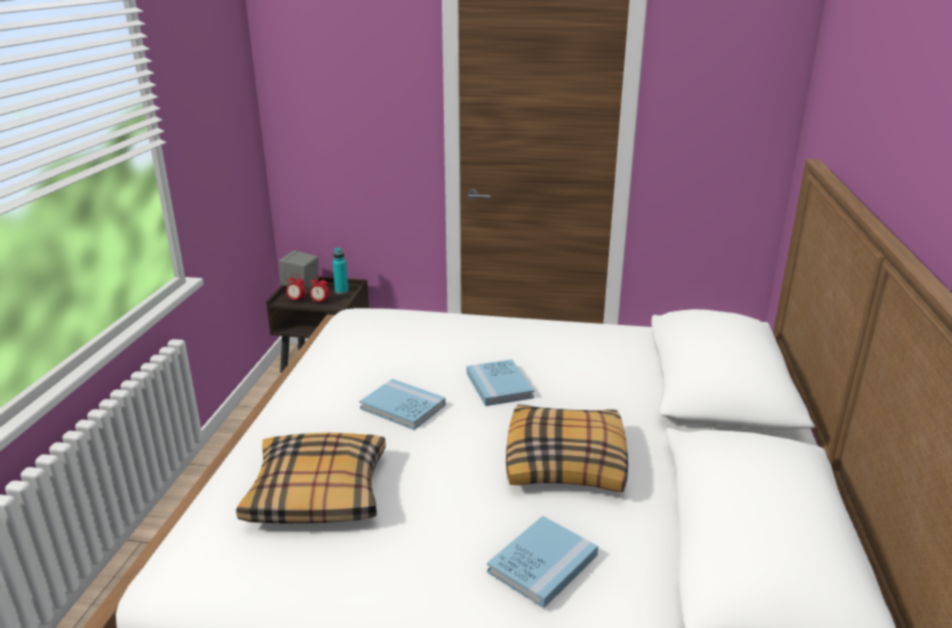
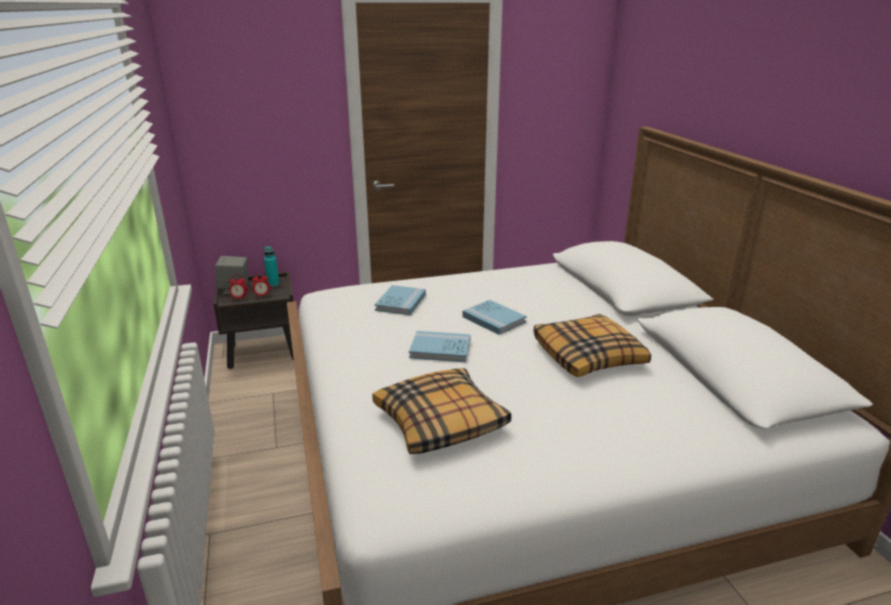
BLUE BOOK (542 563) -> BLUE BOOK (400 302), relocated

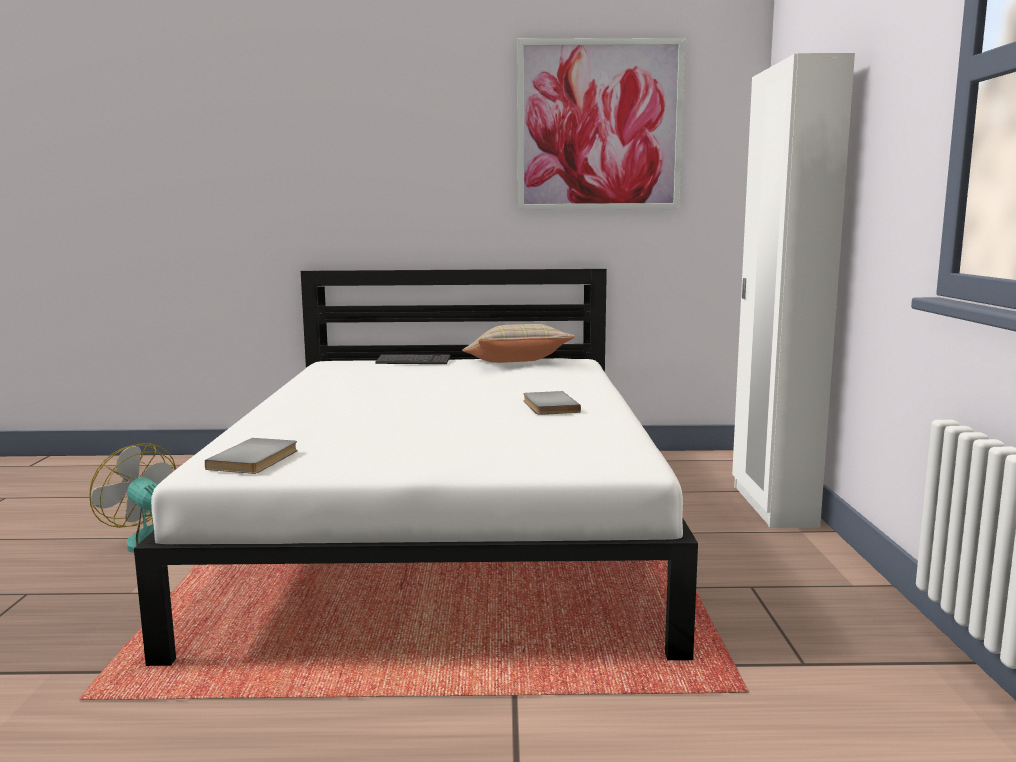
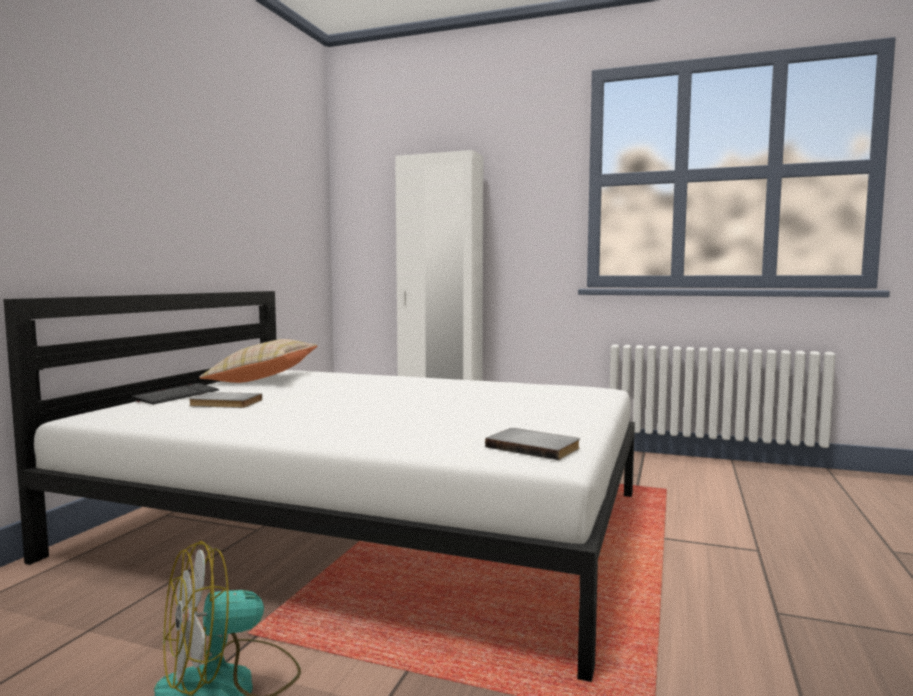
GREY BOOK (548 406) -> GREY BOOK (224 403), relocated
PICTURE (599 126) -> none

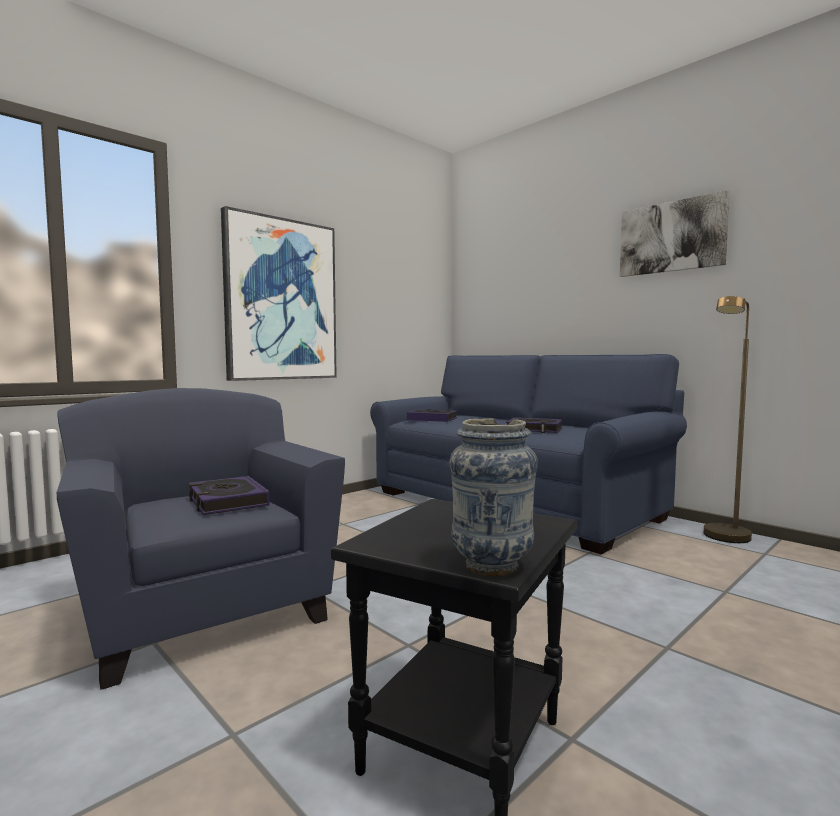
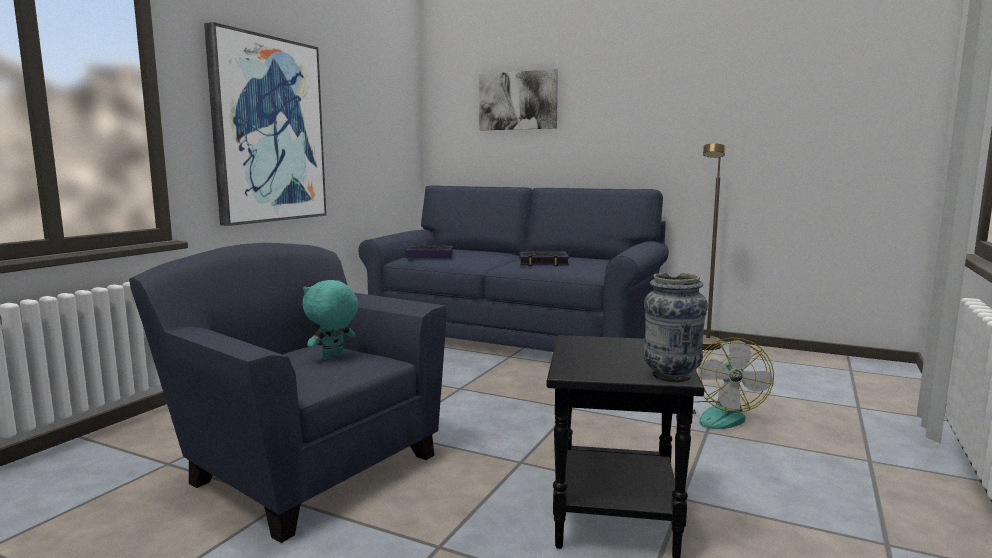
BOOK (227 501) -> TURQUOISE PLUSH TOY (333 357)
PICTURE (671 237) -> PICTURE (518 101), relocated
none -> FAN (719 415)

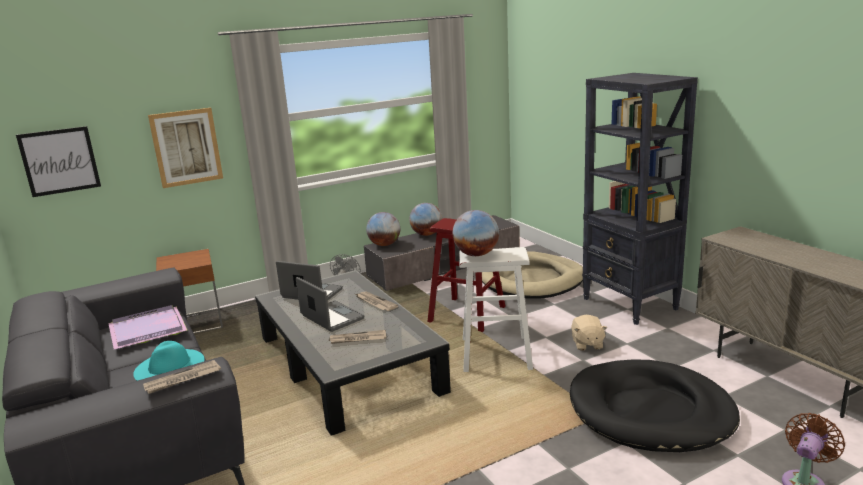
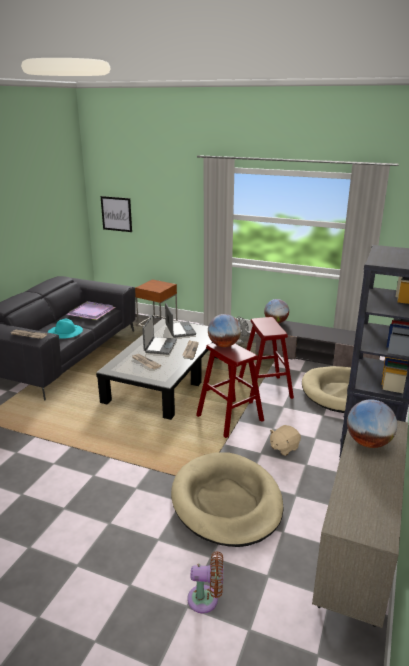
BLACK DOG BED (650 411) -> BEIGE DOG BED (226 502)
WHITE STOOL (495 354) -> RED STOOL (229 418)
GLOBE (426 234) -> GLOBE (368 442), relocated
PICTURE (186 147) -> none

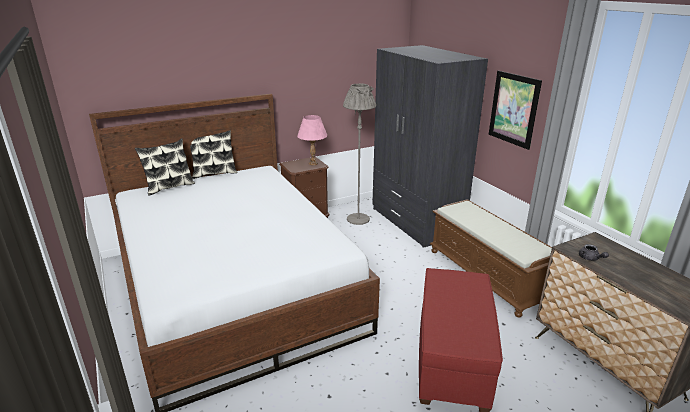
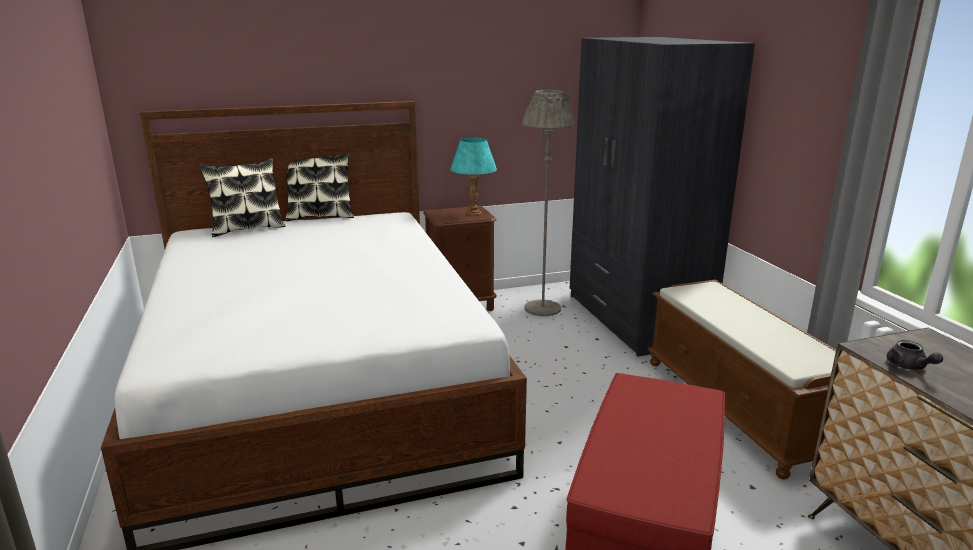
PINK TABLE LAMP (313 163) -> TURQUOISE TABLE LAMP (473 213)
PICTURE (514 109) -> none

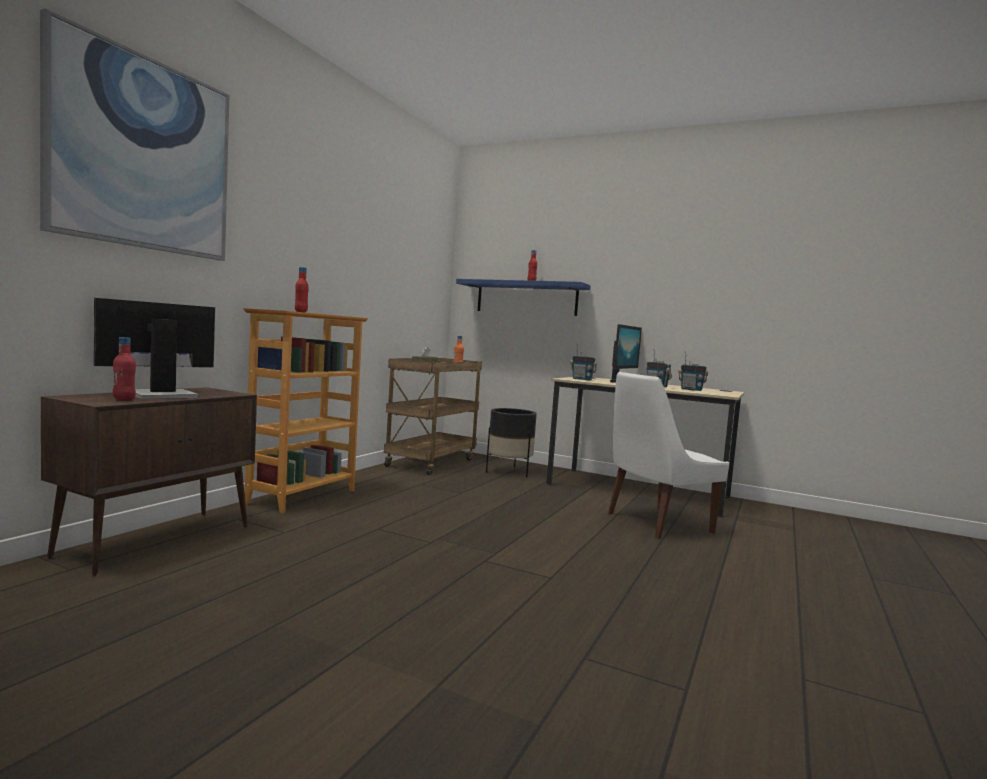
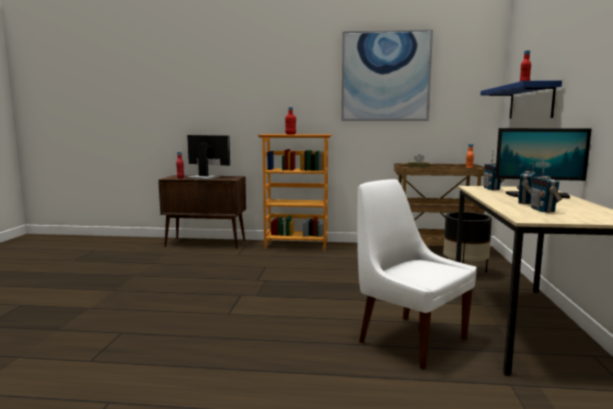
PICTURE (143 154) -> PICTURE (385 76), relocated

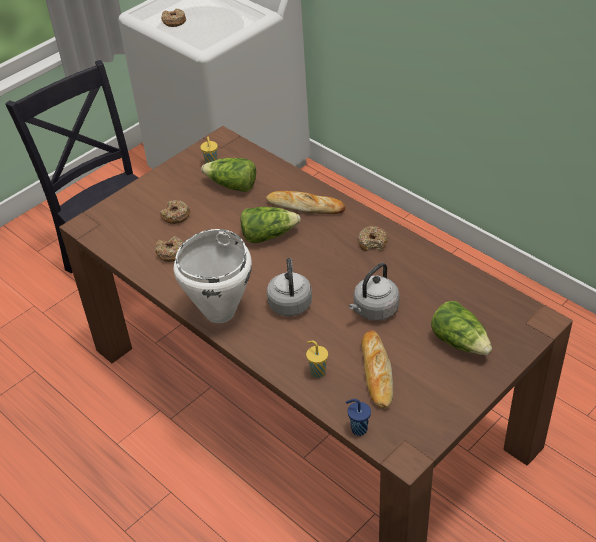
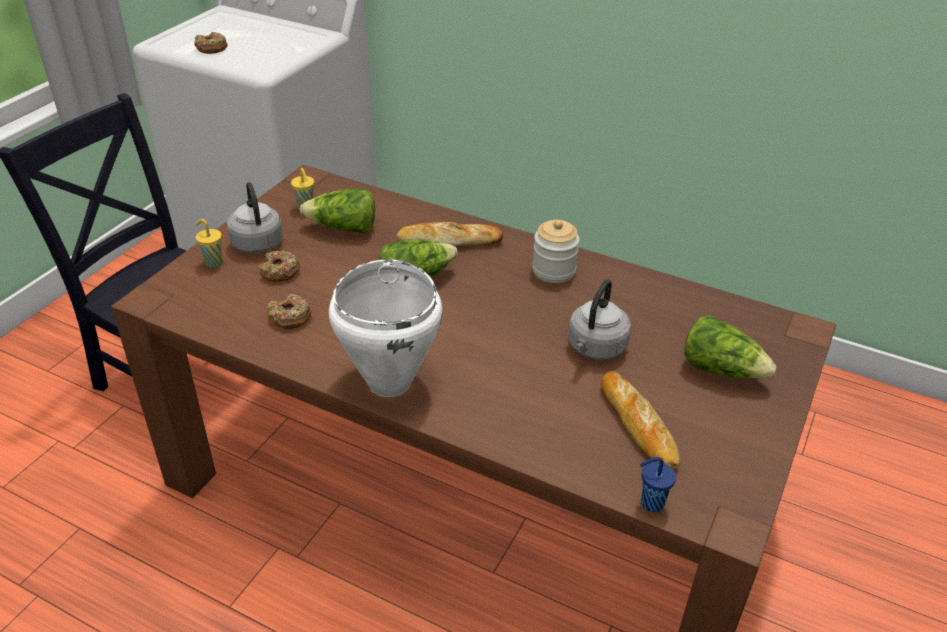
YELLOW CUP (317 372) -> YELLOW CUP (213 262), relocated
GREY KETTLE (290 302) -> GREY KETTLE (257 242), relocated
DONUT (372 243) -> JAR (553 271)

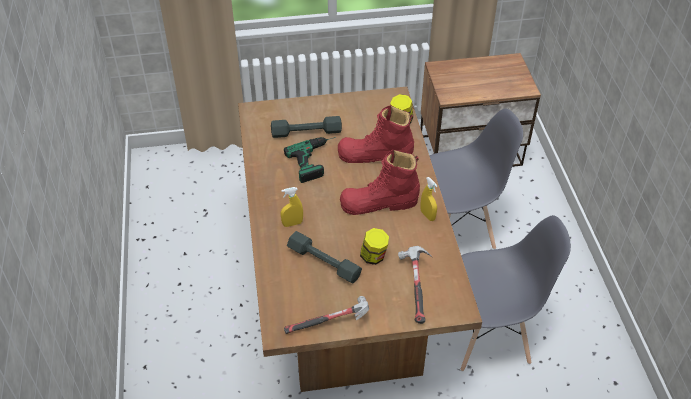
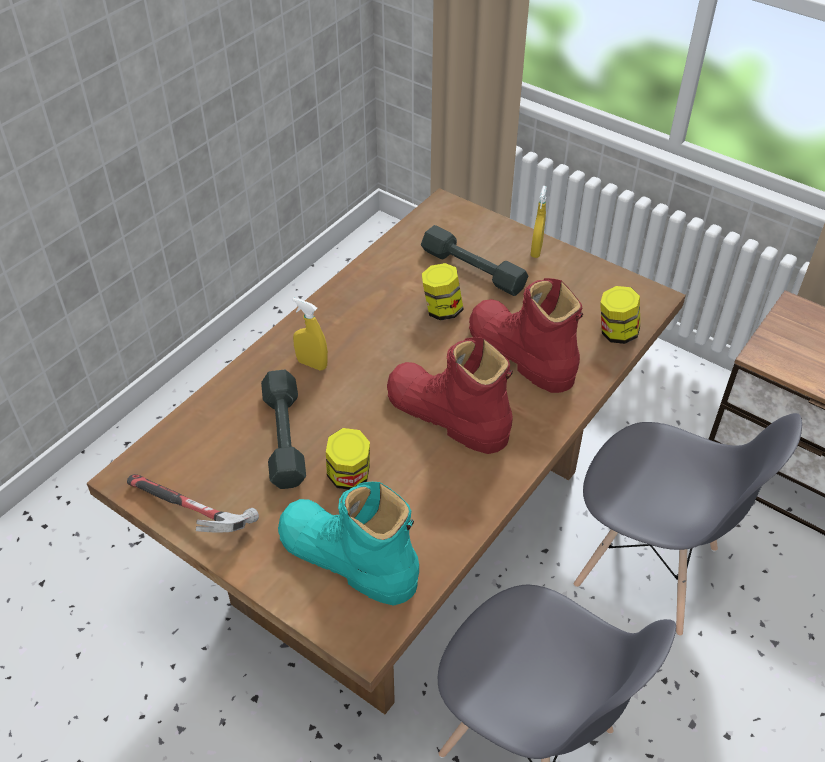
HAMMER (416 287) -> TURQUOISE BOOT (347 559)
POWER DRILL (317 160) -> JAR (442 310)
YELLOW SPRAY BOTTLE (427 215) -> YELLOW SPRAY BOTTLE (536 250), relocated

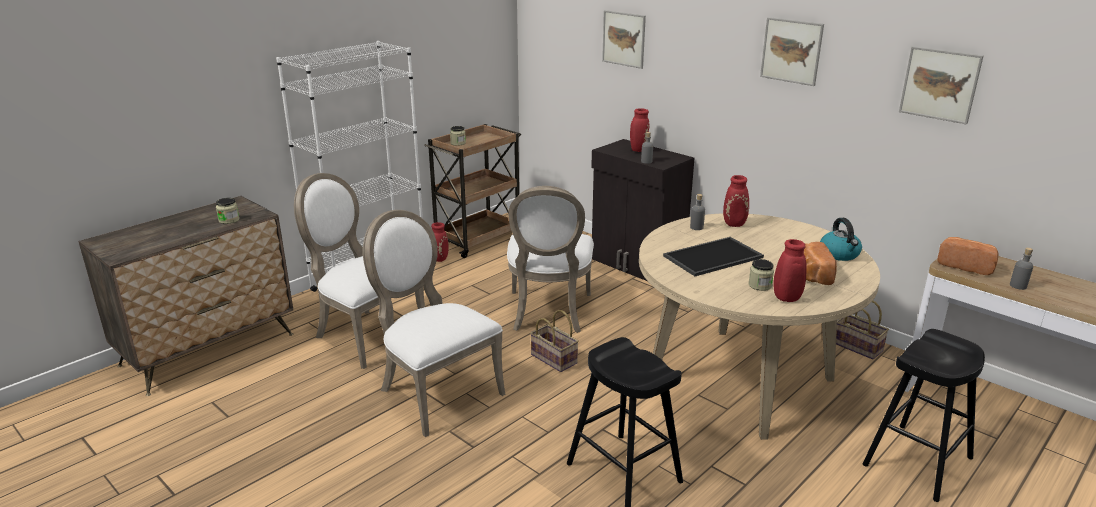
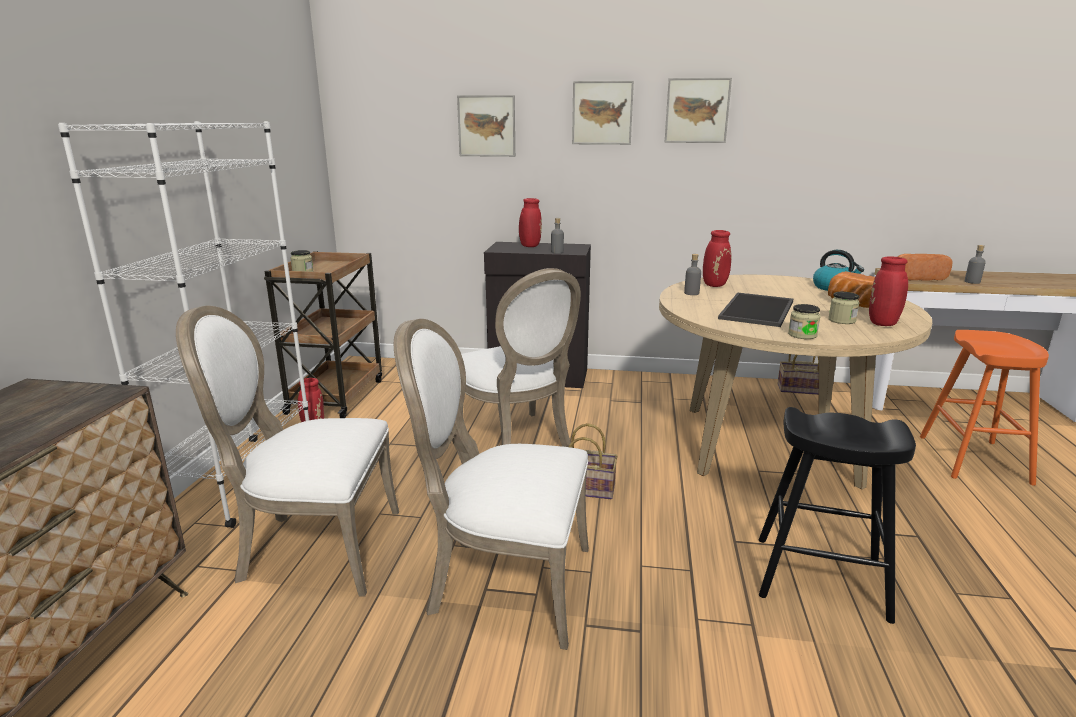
PICTURE (939 84) -> PICTURE (602 113), relocated
JAR (229 220) -> JAR (802 335), relocated
BLACK STOOL (918 461) -> ORANGE STOOL (973 459)

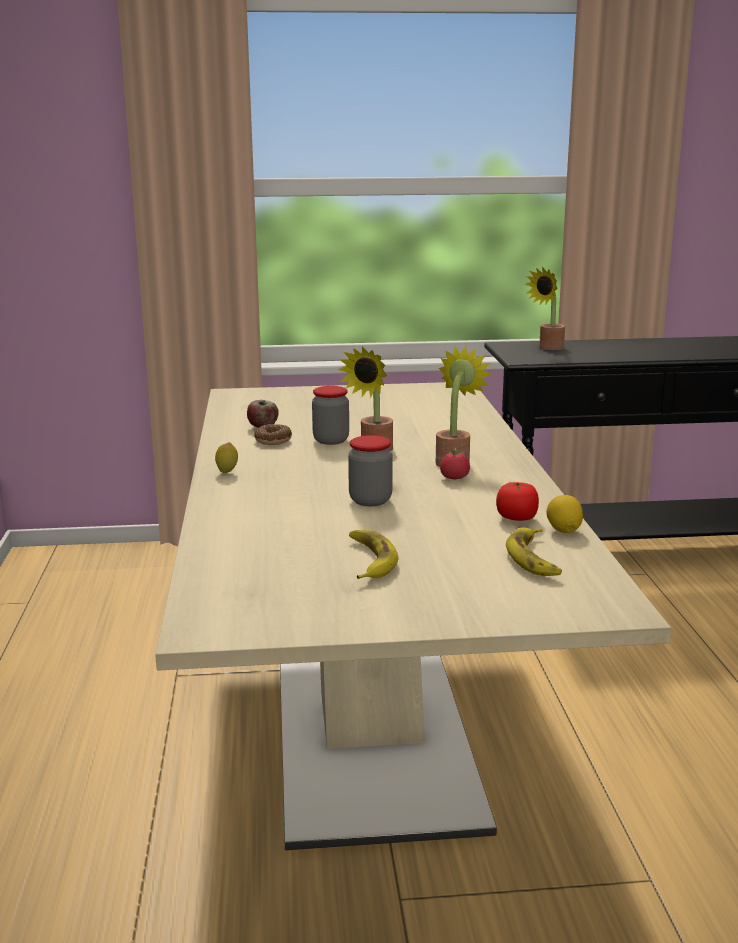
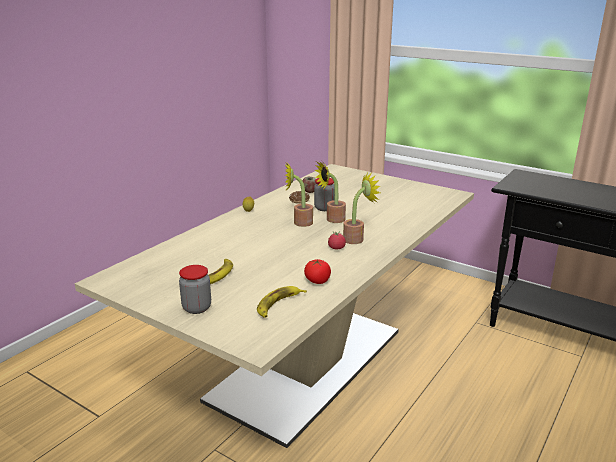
JAR (370 500) -> JAR (197 308), relocated
POTTED PLANT (548 348) -> POTTED PLANT (299 223), relocated
LEMON (563 531) -> none

